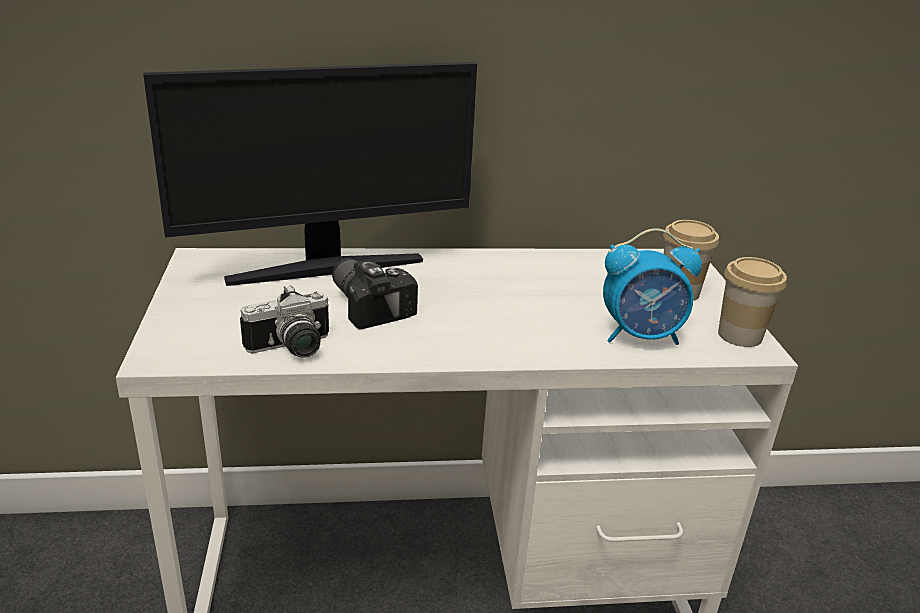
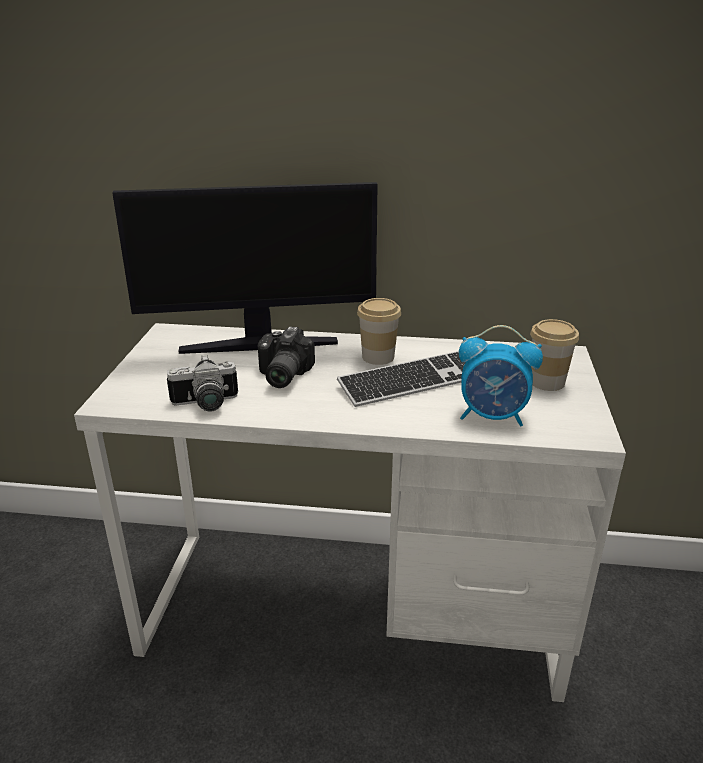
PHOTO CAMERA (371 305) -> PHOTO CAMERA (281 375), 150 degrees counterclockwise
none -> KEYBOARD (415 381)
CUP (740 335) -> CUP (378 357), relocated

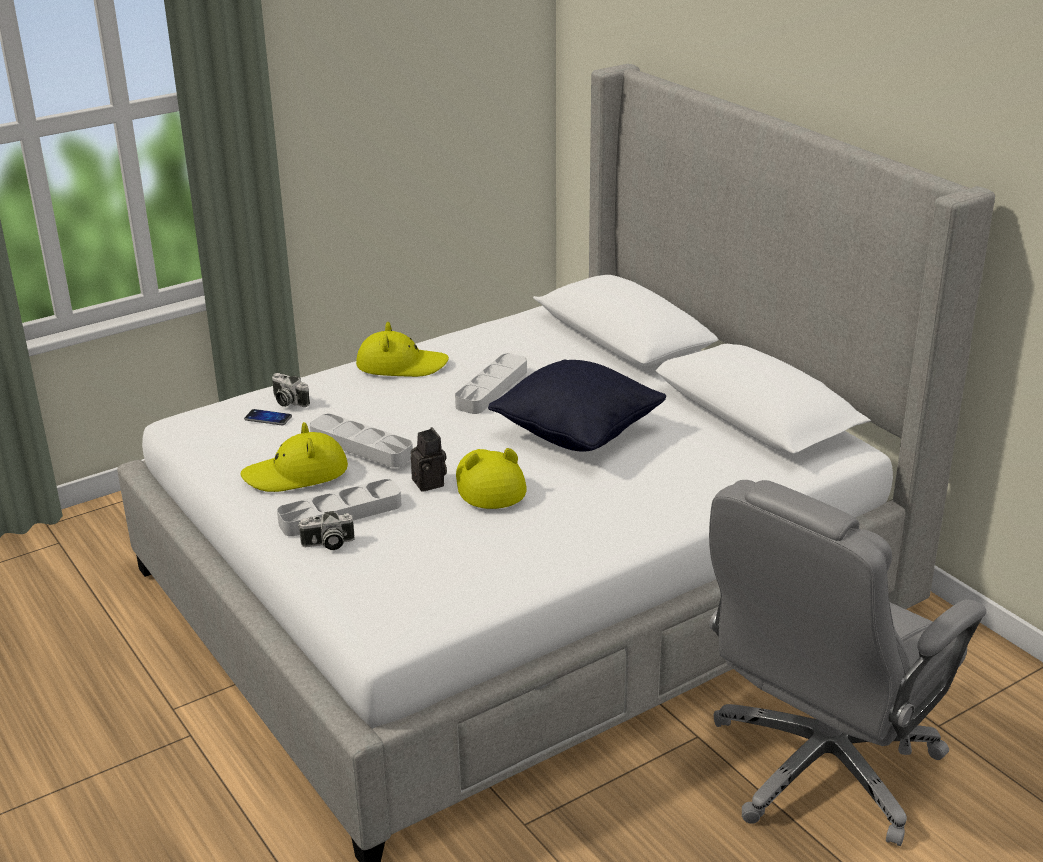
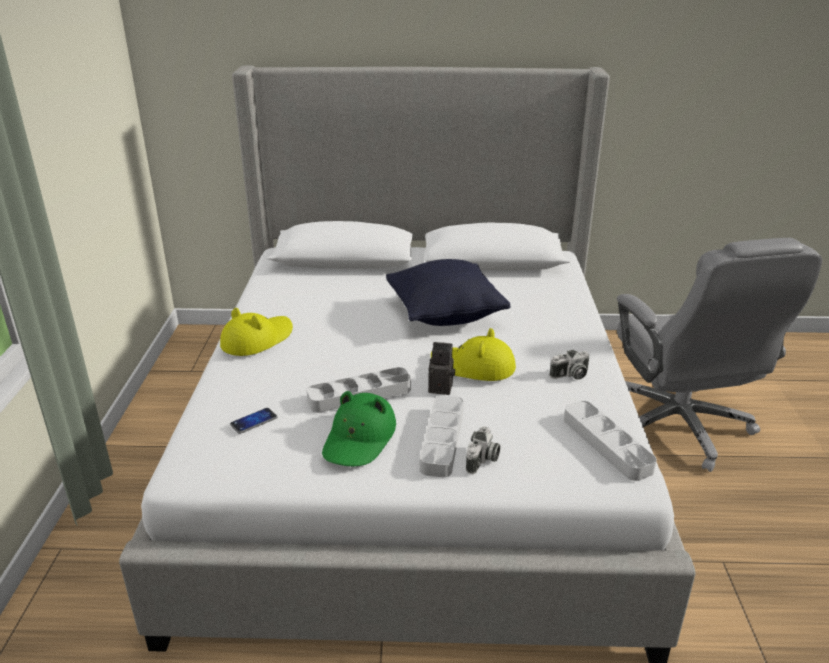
YELLOW HAT (296 474) -> GREEN HAT (359 438)
PHOTO CAMERA (288 401) -> PHOTO CAMERA (570 375), relocated
GREY TRAY (492 389) -> GREY TRAY (606 444), relocated

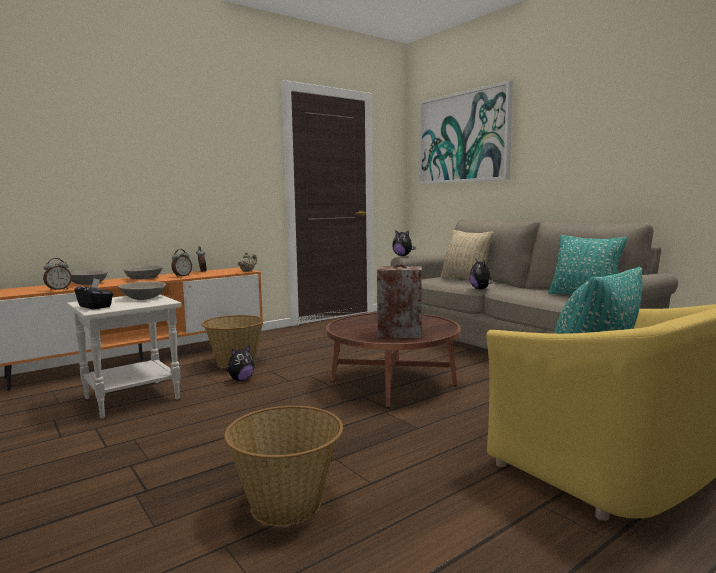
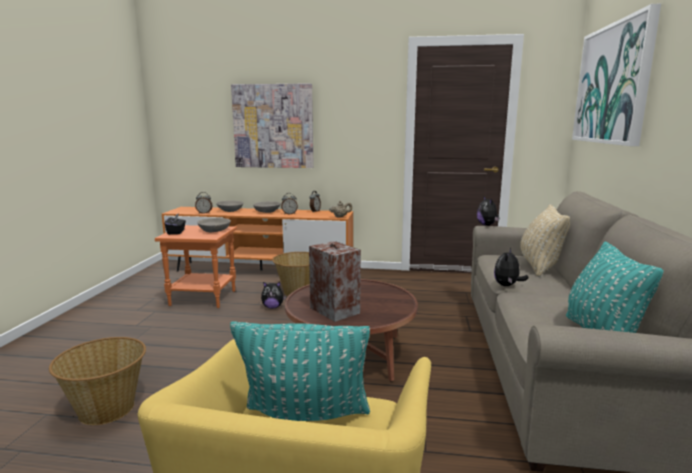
WHITE SIDE TABLE (132 398) -> ORANGE SIDE TABLE (204 298)
none -> PICTURE (273 126)

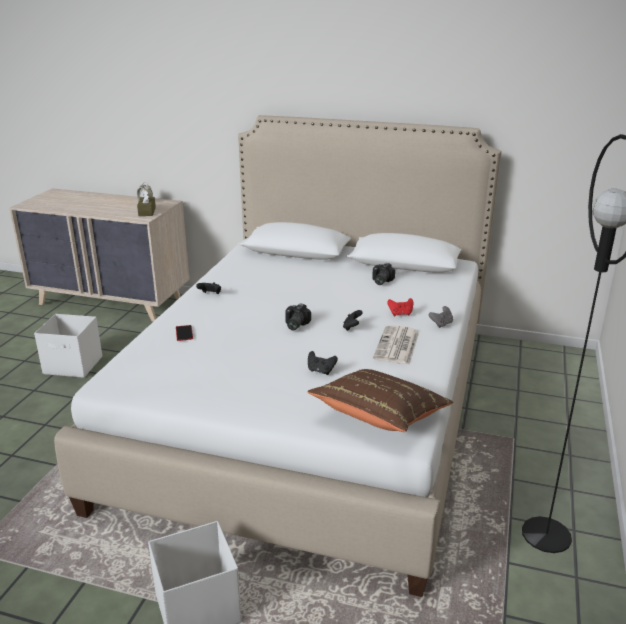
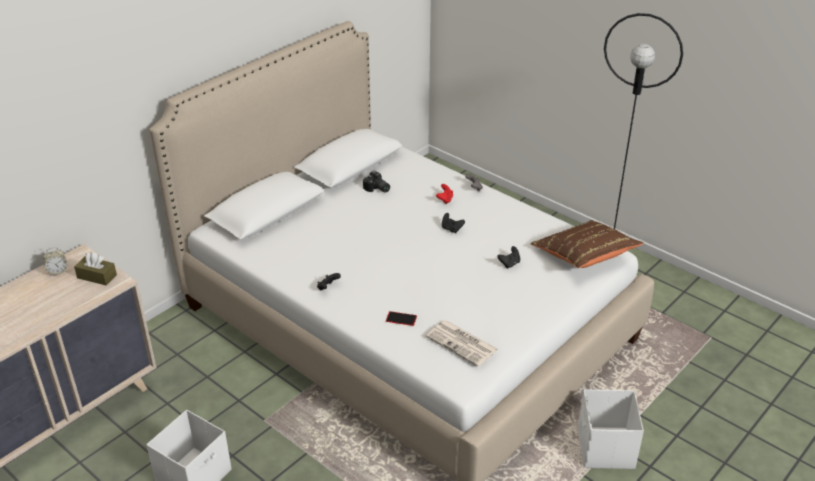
NEWSPAPER (397 346) -> NEWSPAPER (462 343), relocated
PHOTO CAMERA (294 325) -> none

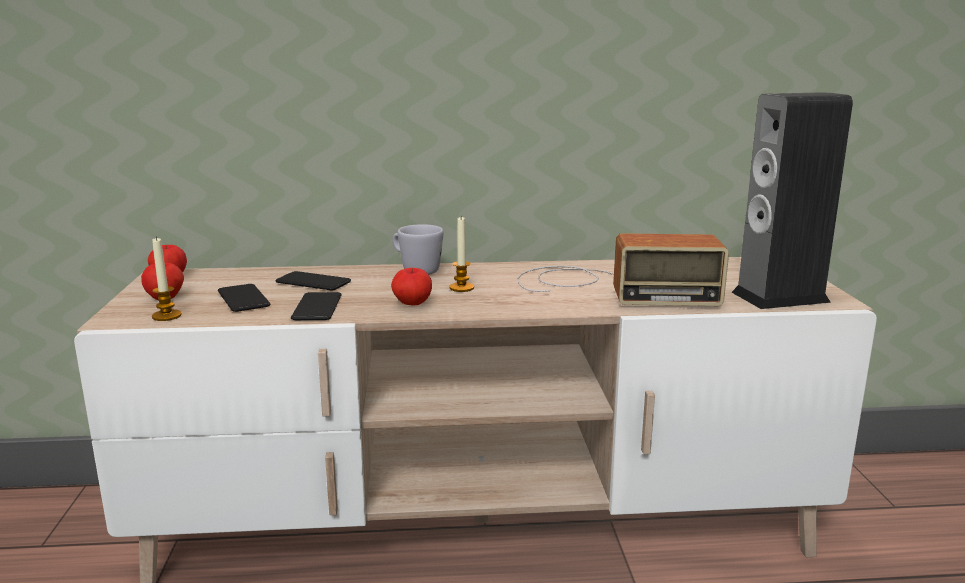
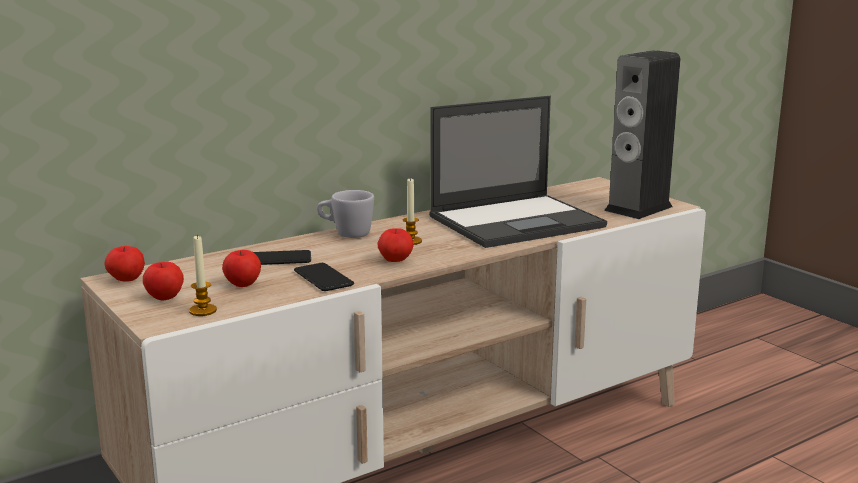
PHONE (243 299) -> APPLE (243 284)
RADIO (608 287) -> LAPTOP (517 221)

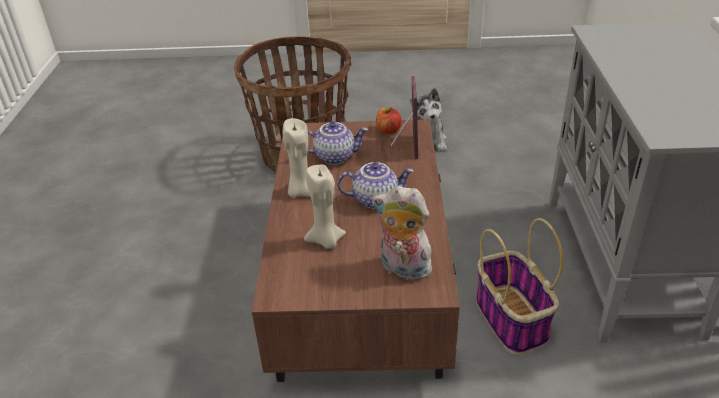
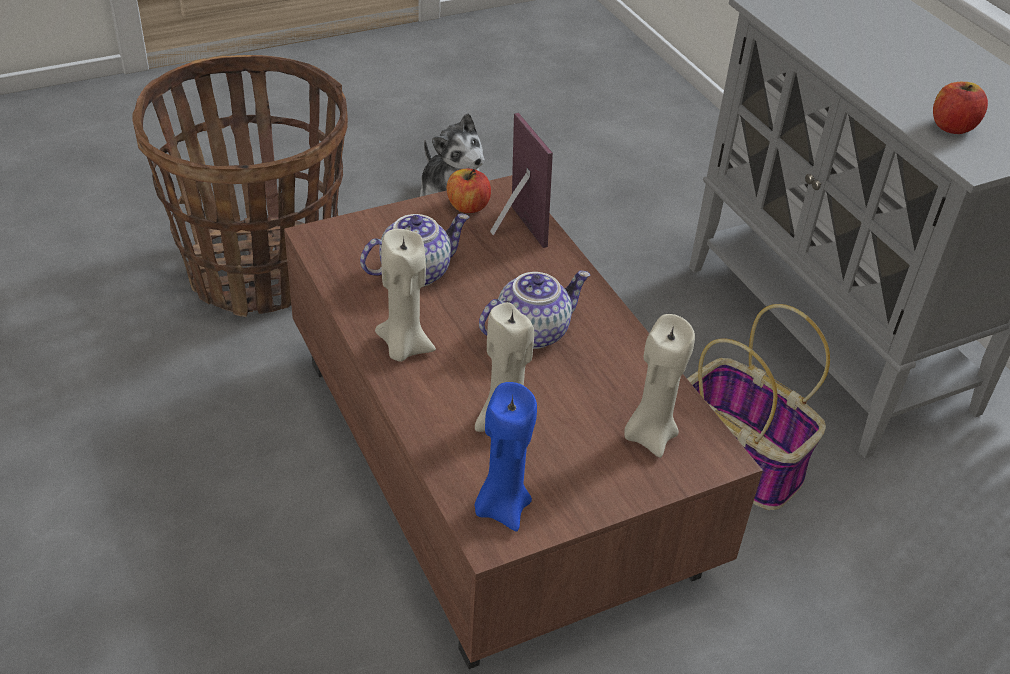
none -> BLUE CANDLE (501 507)
PLUSH TOY (402 269) -> BEIGE CANDLE (649 435)
none -> APPLE (952 127)

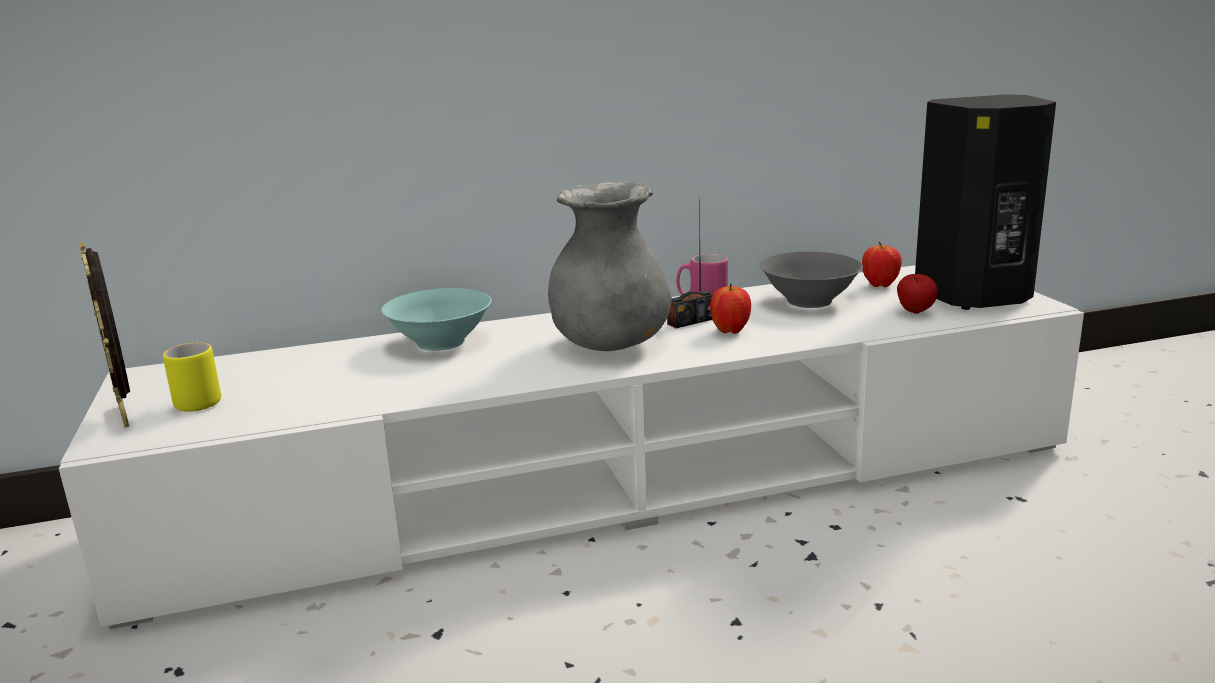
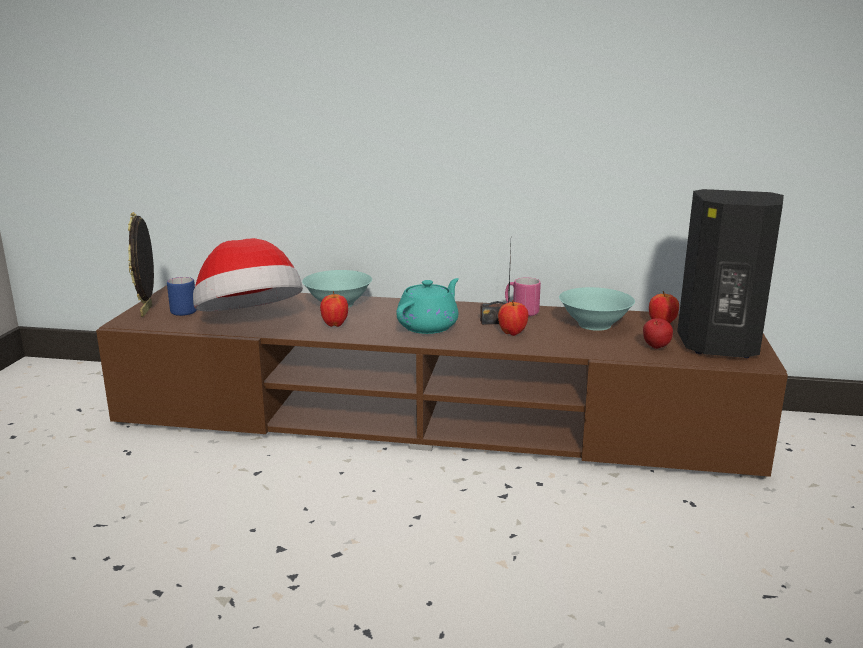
WHITE TV STAND (616 481) -> BROWN TV STAND (433 419)
YELLOW MUG (199 401) -> BLUE MUG (186 310)
none -> HAT (249 321)
none -> APPLE (335 325)
GREY VASE (611 345) -> TURQUOISE TEAPOT (428 326)
GREY BOWL (809 300) -> TURQUOISE BOWL (595 324)

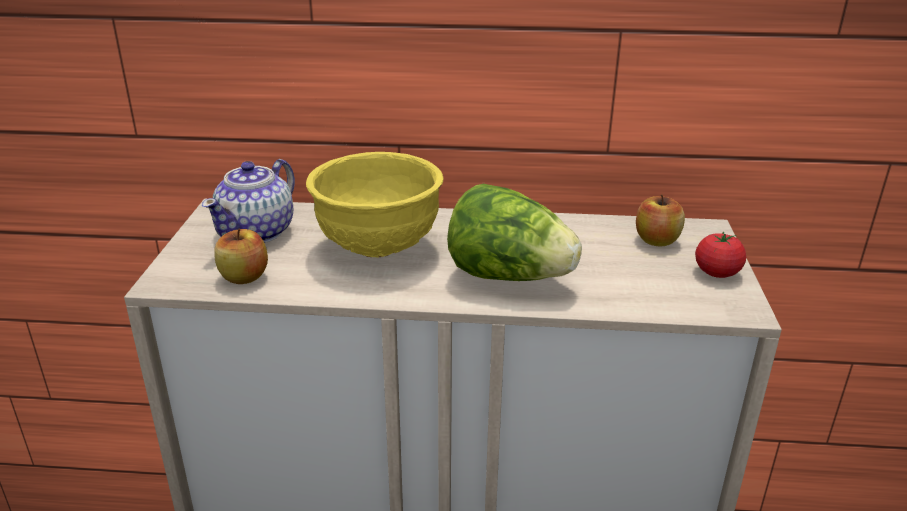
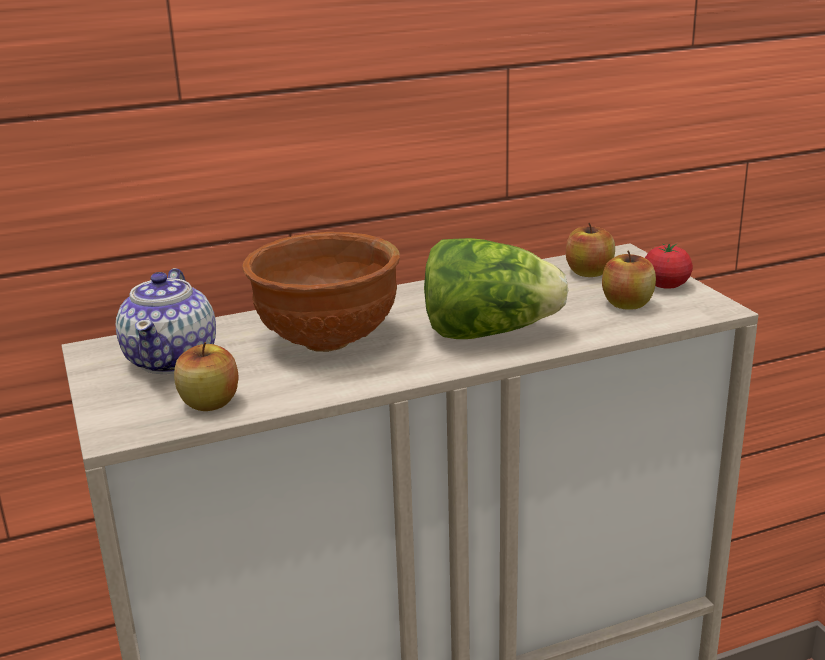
YELLOW BOWL (377 246) -> BROWN BOWL (326 341)
none -> APPLE (627 304)

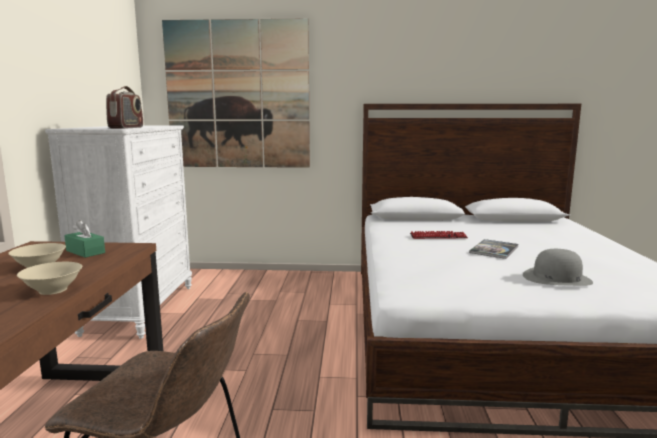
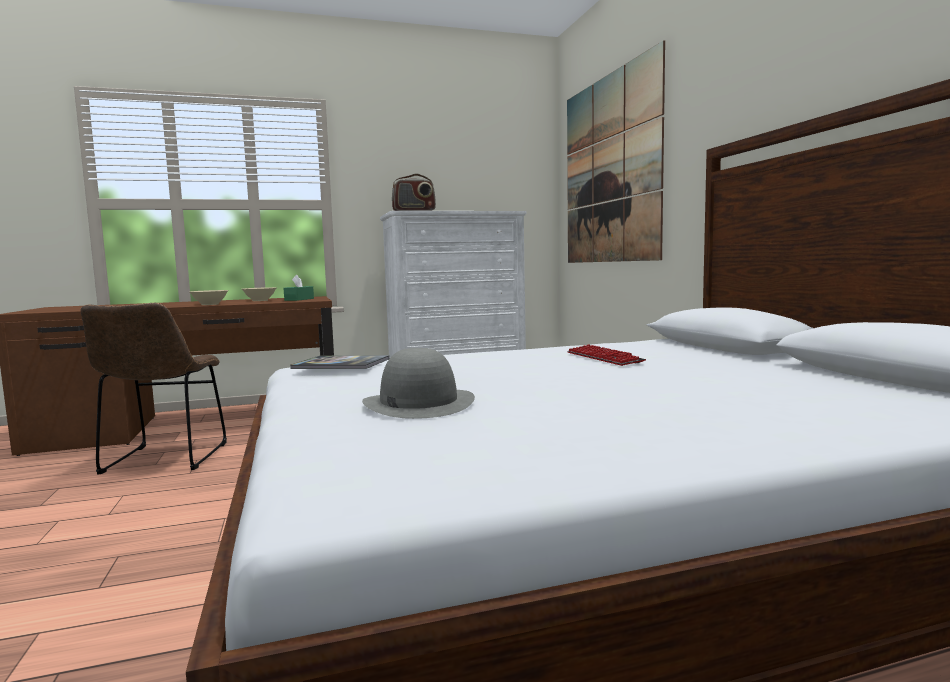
BOOK (494 250) -> BOOK (341 364), relocated

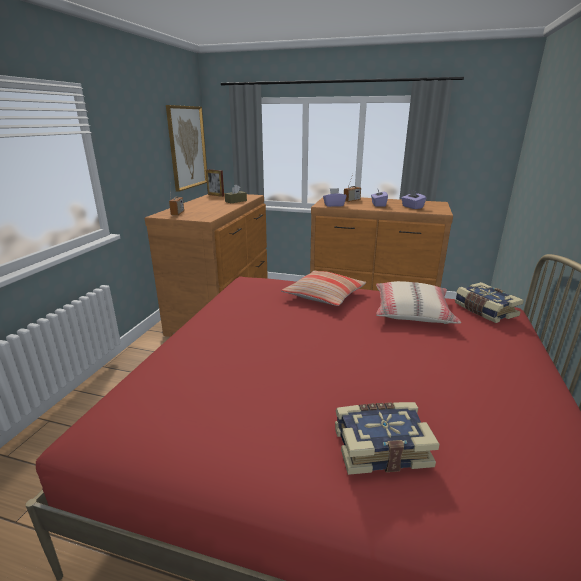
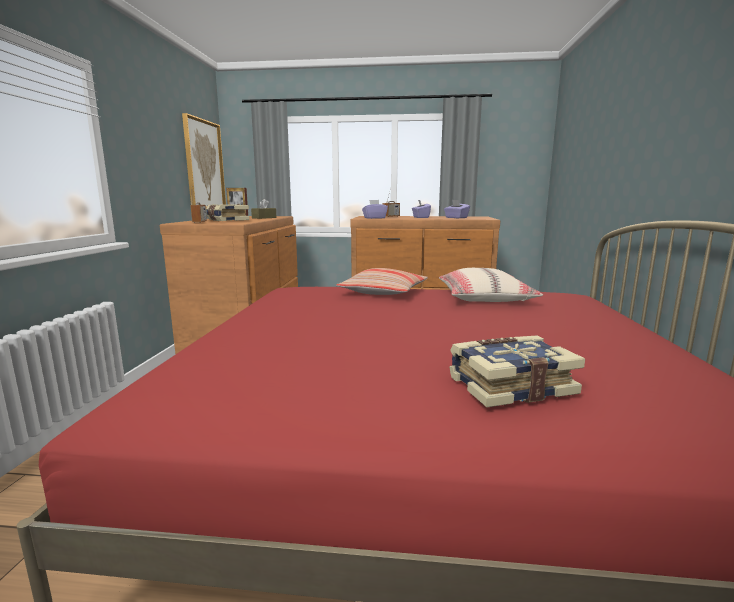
BOOK (484 310) -> BOOK (227 220), relocated

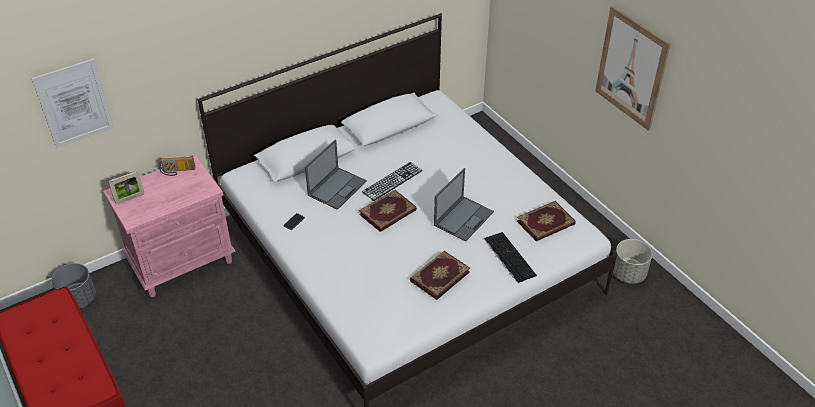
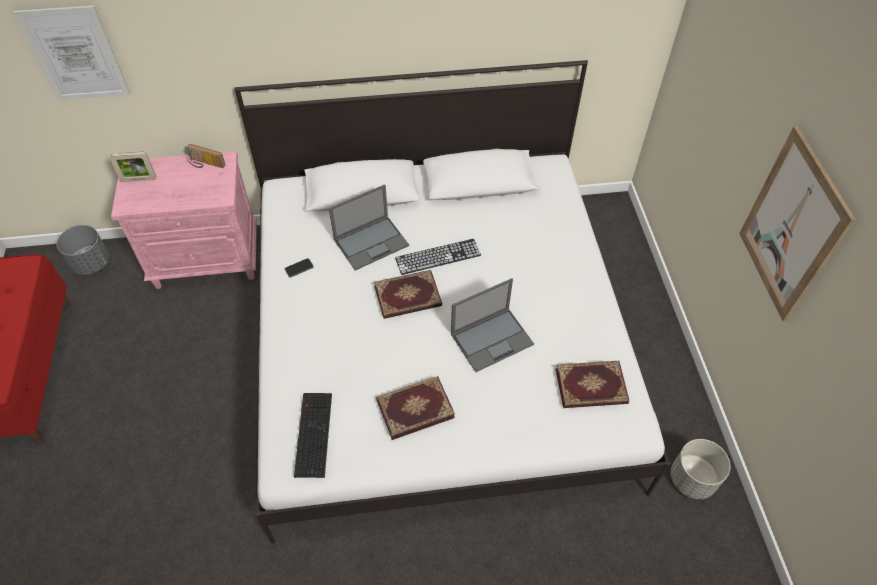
KEYBOARD (508 257) -> KEYBOARD (312 433), relocated

